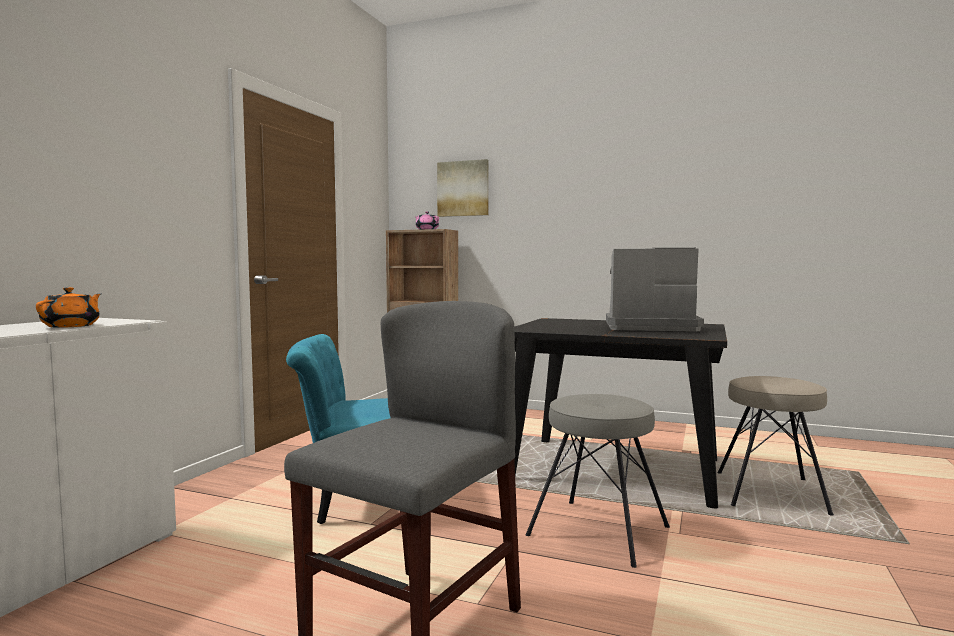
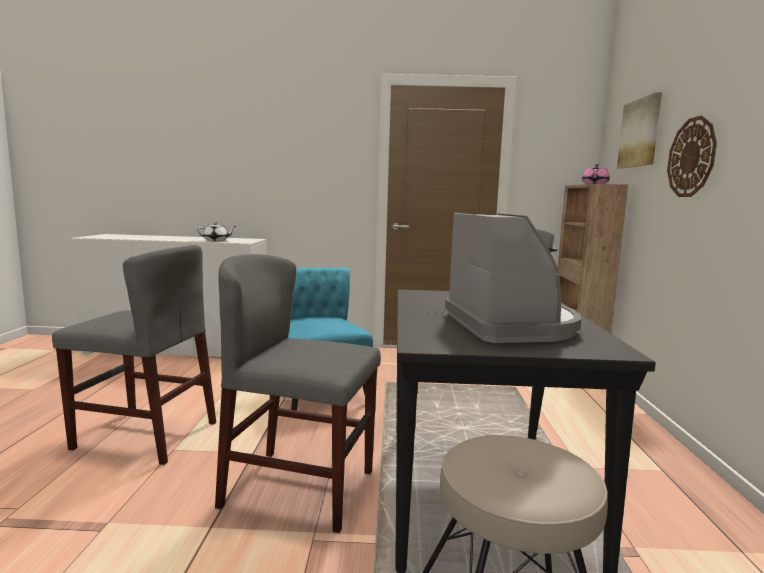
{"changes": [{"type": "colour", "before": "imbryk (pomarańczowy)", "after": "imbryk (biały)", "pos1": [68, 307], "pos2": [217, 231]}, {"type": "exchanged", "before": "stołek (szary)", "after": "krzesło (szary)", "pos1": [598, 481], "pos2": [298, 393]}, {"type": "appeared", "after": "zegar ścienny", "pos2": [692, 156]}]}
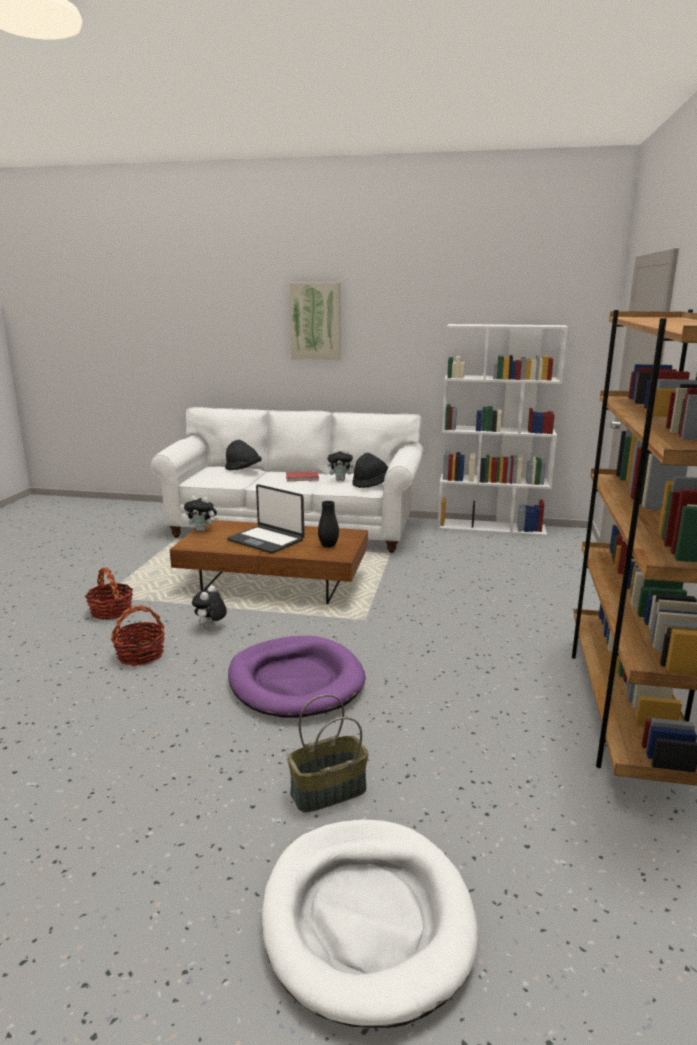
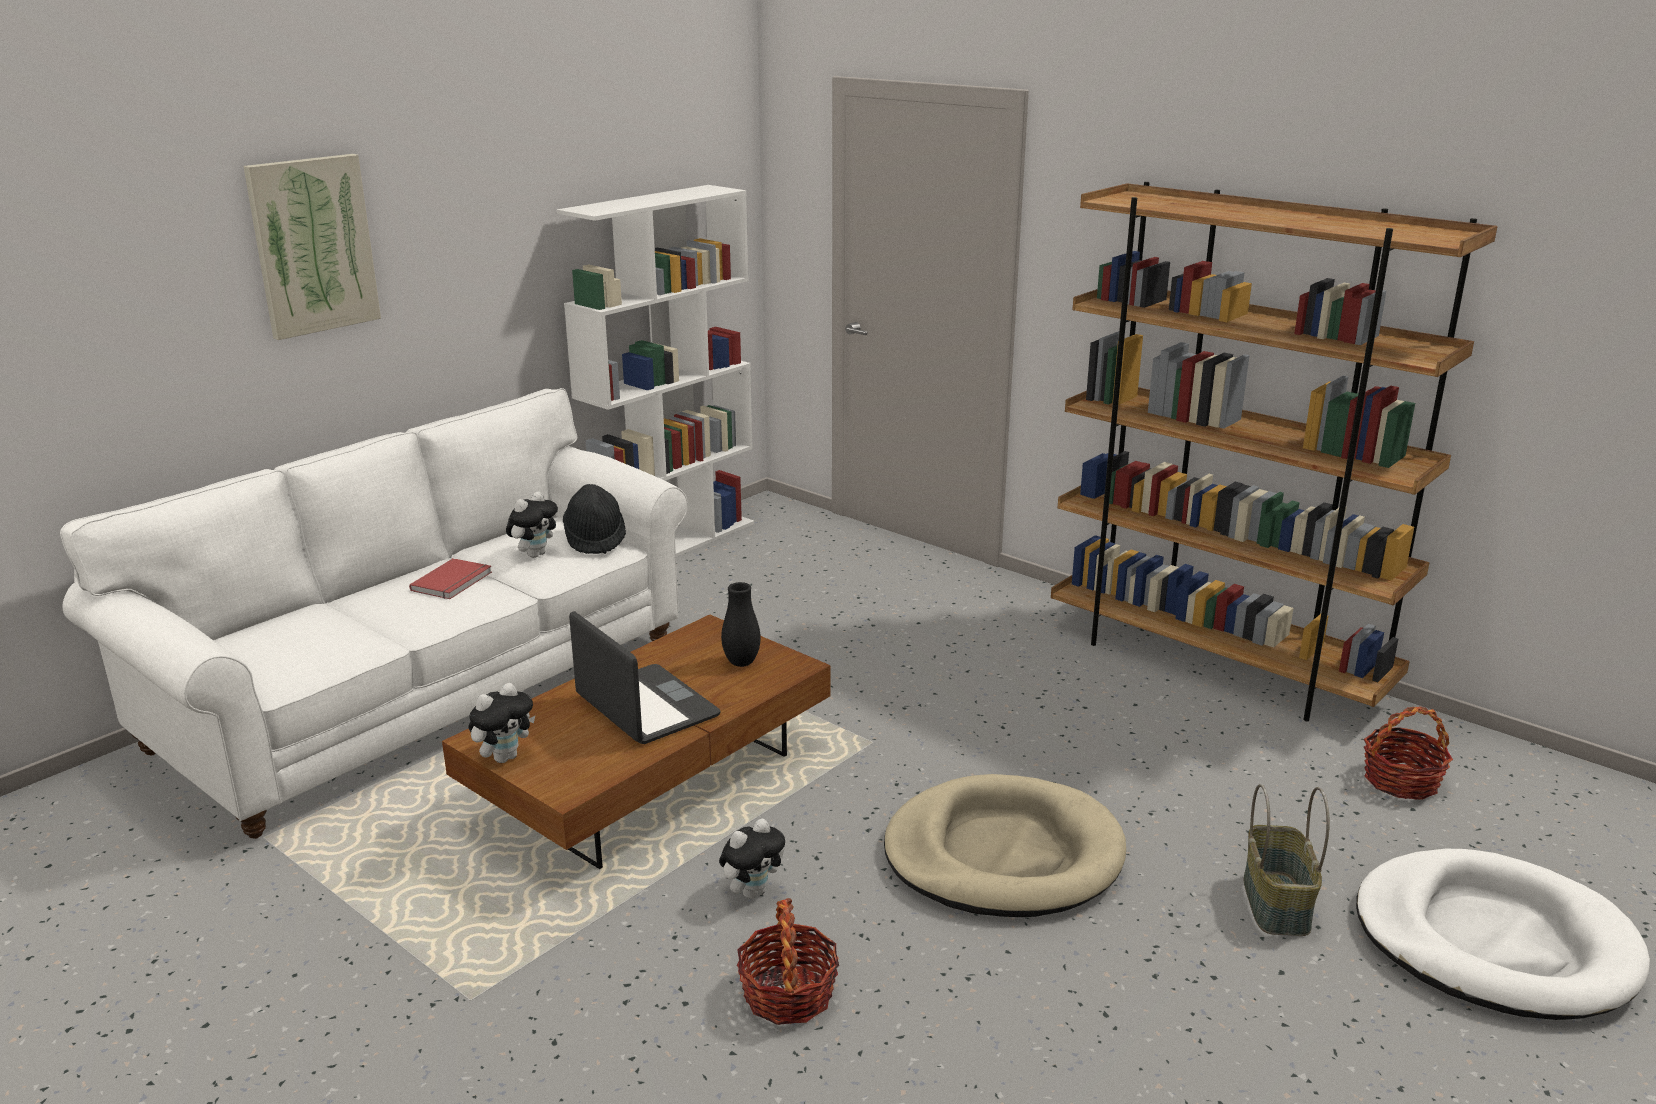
{"changes": [{"type": "missing", "before": "kapelusz (czarny)", "pos1": [243, 455]}, {"type": "spun", "before": "laptop", "pos1": [265, 518], "pos2": [645, 677], "turn": -105}, {"type": "relocated", "before": "koszyk", "pos1": [109, 594], "pos2": [1408, 753]}, {"type": "spun", "before": "pluszak", "pos1": [209, 606], "pos2": [752, 858], "turn": -90}, {"type": "colour", "before": "legowisko (fioletowy)", "after": "legowisko (beżowy)", "pos1": [297, 677], "pos2": [1005, 845]}]}
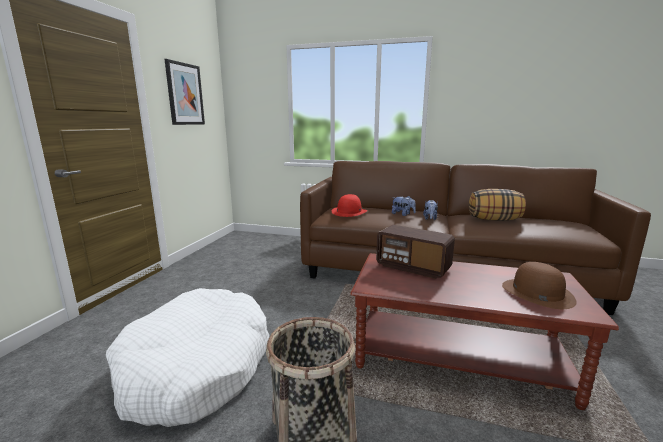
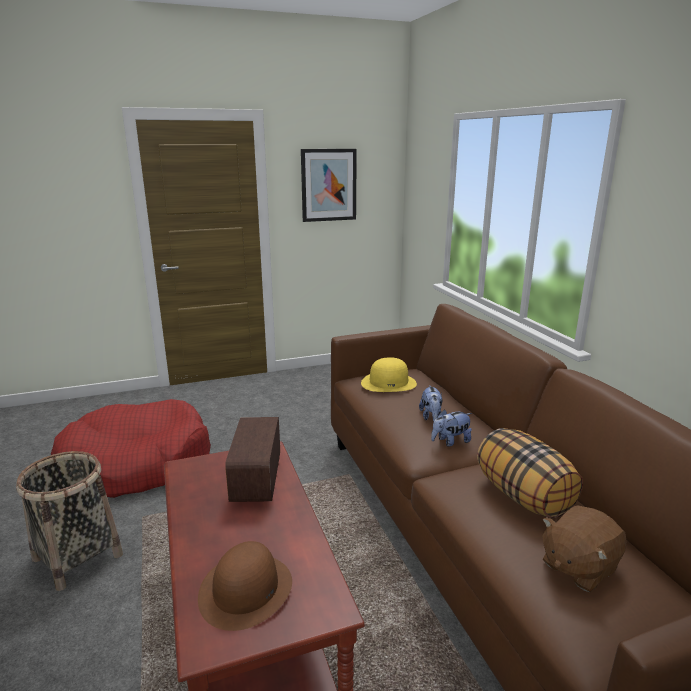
{"changes": [{"type": "colour", "before": "kapelusz (czerwony)", "after": "kapelusz (żółty)", "pos1": [349, 205], "pos2": [389, 374]}, {"type": "colour", "before": "legowisko (biały)", "after": "legowisko (czerwony)", "pos1": [187, 357], "pos2": [131, 448]}, {"type": "appeared", "after": "pluszak (brązowy)", "pos2": [584, 548]}]}
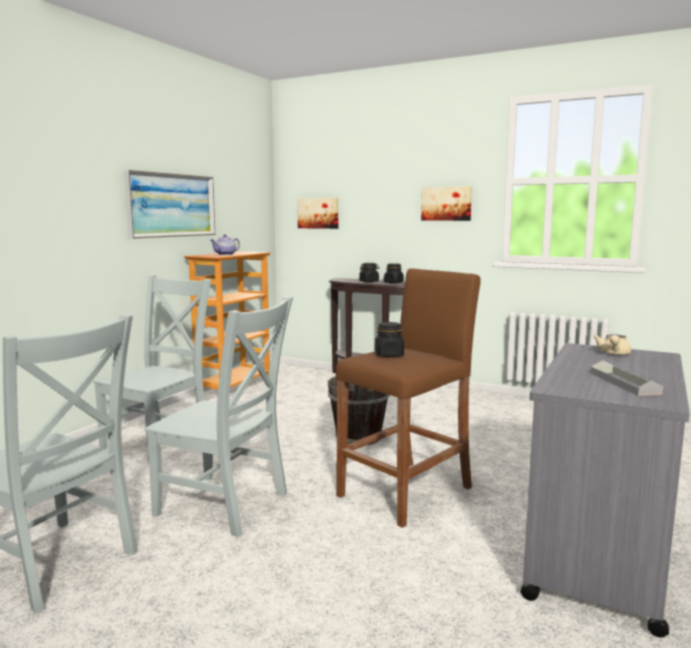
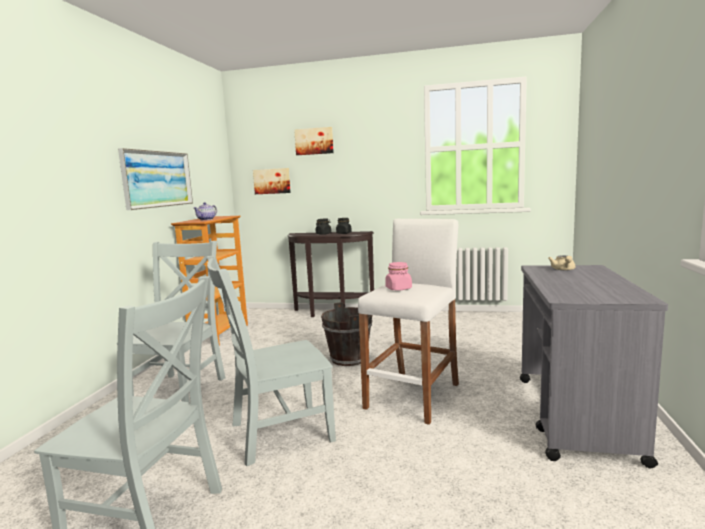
{"changes": [{"type": "relocated", "before": "obraz", "pos1": [446, 203], "pos2": [314, 141]}, {"type": "colour", "before": "stołek (brązowy)", "after": "stołek (biały)", "pos1": [408, 398], "pos2": [408, 322]}, {"type": "spun", "before": "krzesło (szary)", "pos1": [218, 417], "pos2": [271, 361], "turn": 150}, {"type": "colour", "before": "słoik (czarny)", "after": "słoik (różowy)", "pos1": [389, 339], "pos2": [398, 276]}, {"type": "missing", "before": "taca (szary)", "pos1": [627, 378]}]}
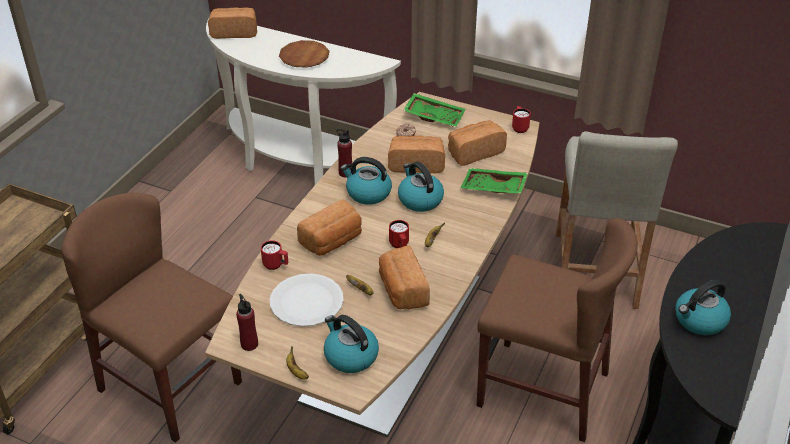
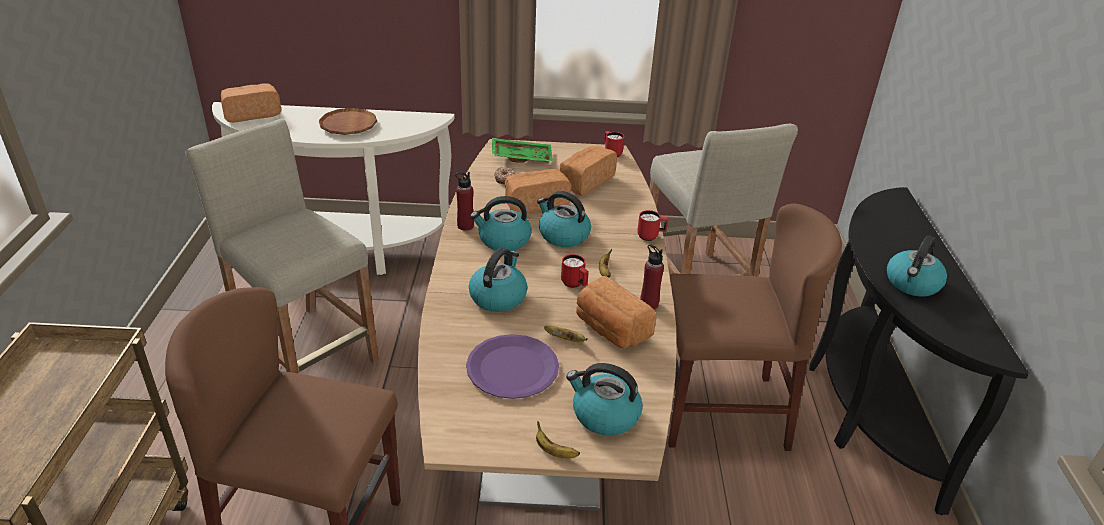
{"changes": [{"type": "missing", "before": "taca (zielony)", "pos1": [494, 181]}, {"type": "exchanged", "before": "chleb", "after": "czajnik", "pos1": [329, 227], "pos2": [498, 280]}, {"type": "relocated", "before": "kubek (czerwony)", "pos1": [274, 255], "pos2": [652, 225]}, {"type": "colour", "before": "talerz (biały)", "after": "talerz (fioletowy)", "pos1": [307, 300], "pos2": [512, 366]}, {"type": "relocated", "before": "butelka (czerwony)", "pos1": [247, 322], "pos2": [652, 277]}, {"type": "appeared", "after": "stołek (beżowy)", "pos2": [282, 246]}]}
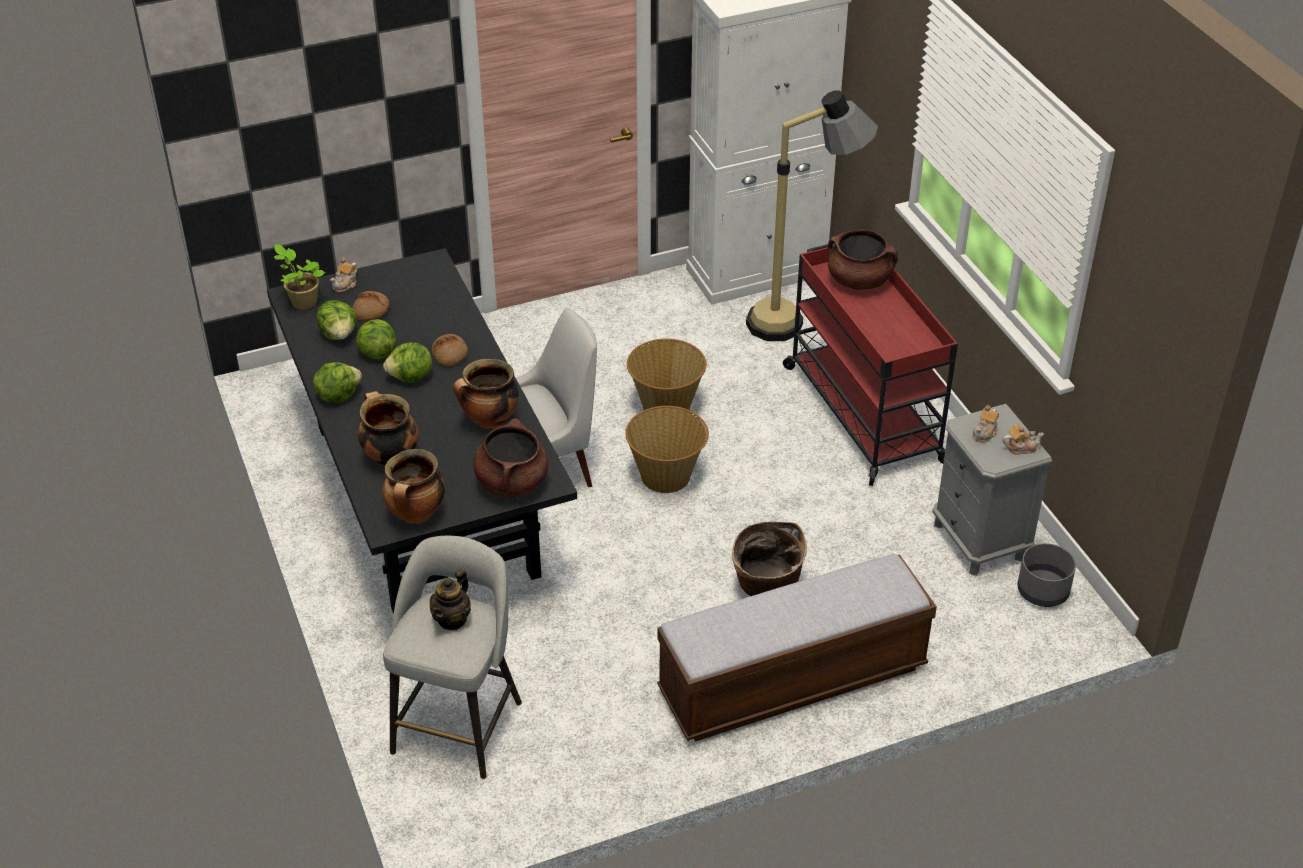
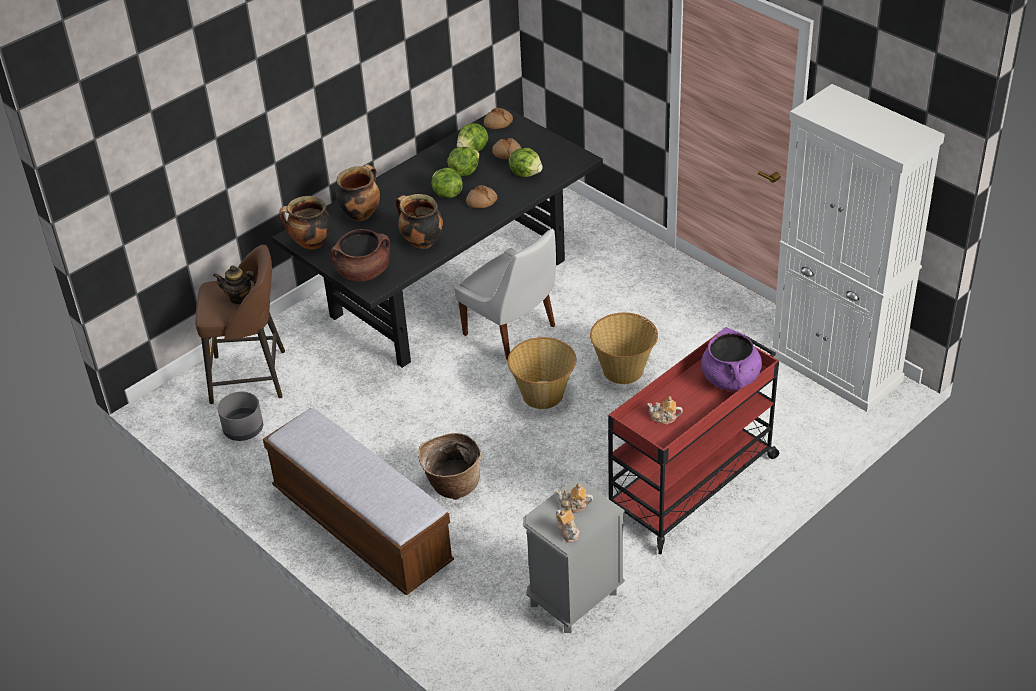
{"changes": [{"type": "missing", "before": "lampa stojąca", "pos1": [812, 215]}, {"type": "colour", "before": "garnek (brązowy)", "after": "garnek (fioletowy)", "pos1": [863, 259], "pos2": [731, 359]}, {"type": "exchanged", "before": "roślina doniczkowa", "after": "chleb", "pos1": [299, 277], "pos2": [498, 118]}, {"type": "relocated", "before": "imbryk", "pos1": [344, 275], "pos2": [665, 410]}, {"type": "relocated", "before": "sałata", "pos1": [337, 382], "pos2": [526, 162]}, {"type": "colour", "before": "stołek (szary)", "after": "stołek (brązowy)", "pos1": [452, 657], "pos2": [240, 324]}, {"type": "relocated", "before": "donica (szary)", "pos1": [1046, 575], "pos2": [240, 416]}]}
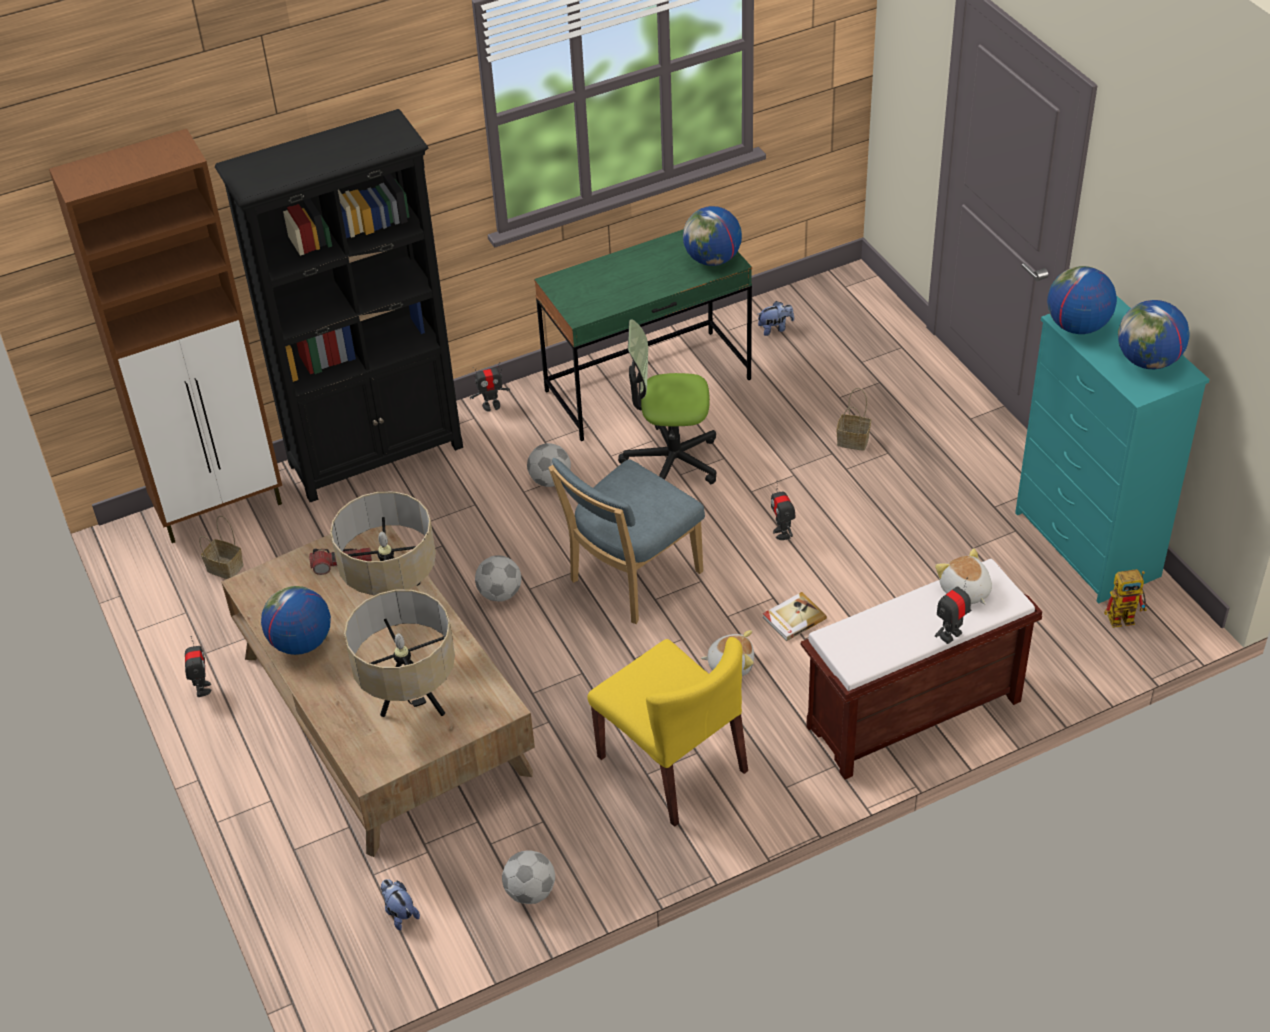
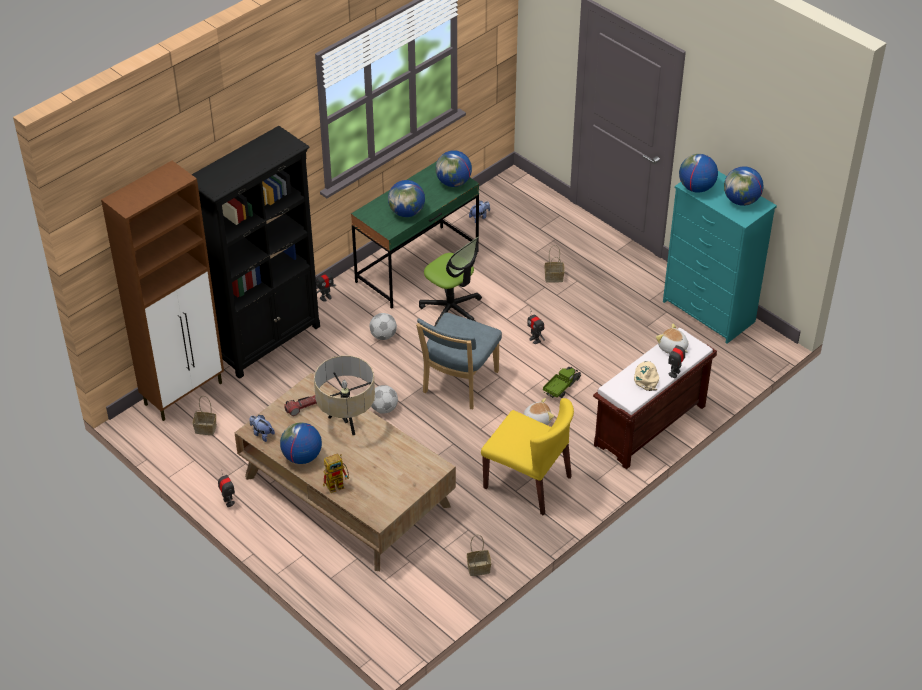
{"changes": [{"type": "spun", "before": "krzesło biurowe", "pos1": [667, 401], "pos2": [450, 281], "turn": -120}, {"type": "relocated", "before": "robot zabawkowy", "pos1": [1125, 598], "pos2": [336, 473]}, {"type": "missing", "before": "lampa stołowa (beżowy)", "pos1": [399, 653]}, {"type": "exchanged", "before": "książka", "after": "ciężarówka zabawkowa", "pos1": [795, 616], "pos2": [562, 382]}, {"type": "exchanged", "before": "piłka futbolowa", "after": "koszyk", "pos1": [528, 877], "pos2": [479, 555]}, {"type": "relocated", "before": "pluszak", "pos1": [400, 904], "pos2": [262, 428]}, {"type": "appeared", "after": "globus", "pos2": [406, 198]}, {"type": "appeared", "after": "czapka z daszkiem (beżowy)", "pos2": [646, 376]}]}
